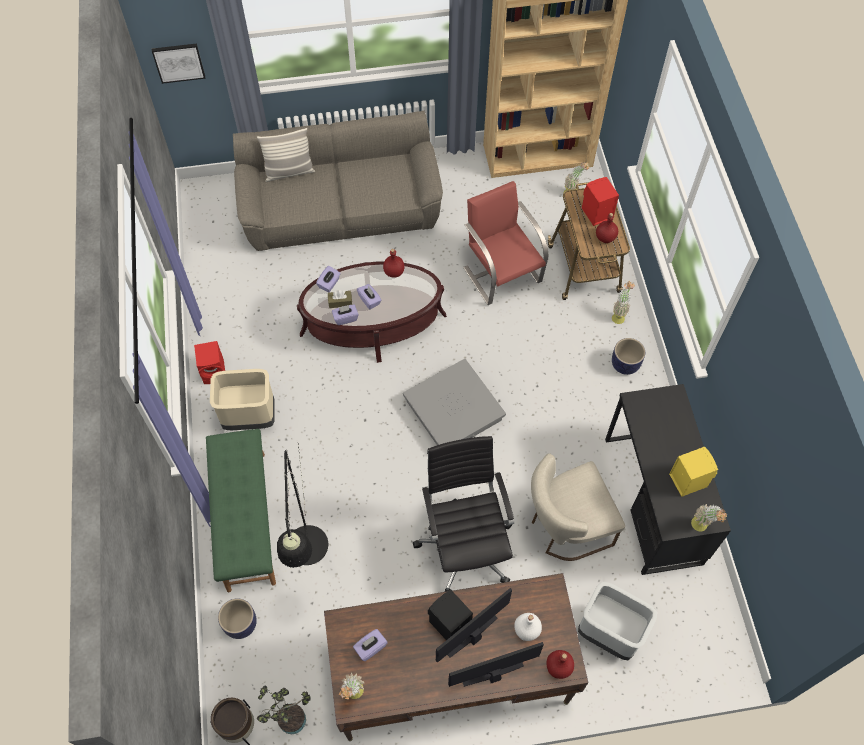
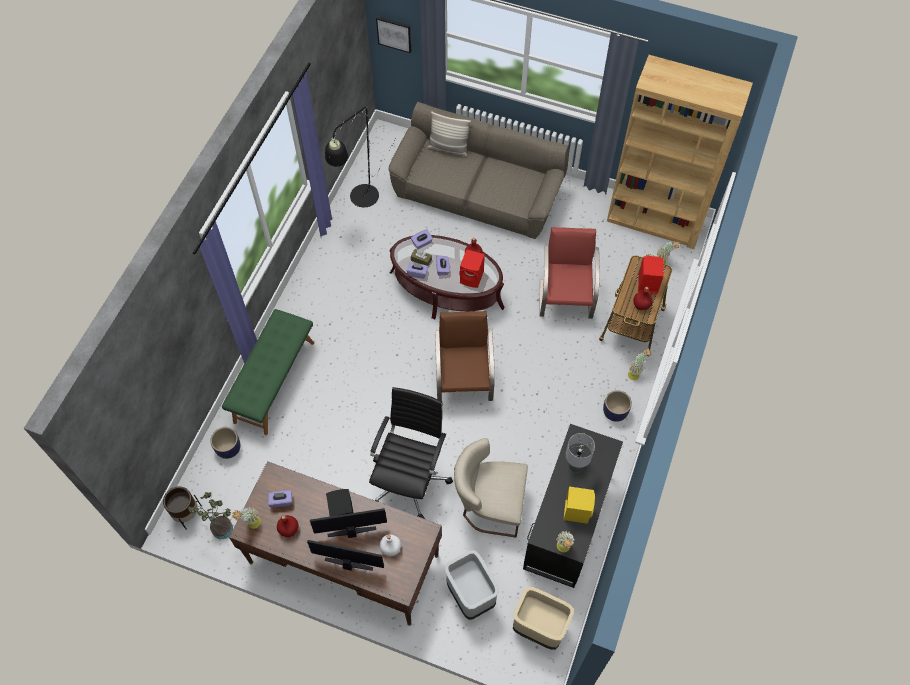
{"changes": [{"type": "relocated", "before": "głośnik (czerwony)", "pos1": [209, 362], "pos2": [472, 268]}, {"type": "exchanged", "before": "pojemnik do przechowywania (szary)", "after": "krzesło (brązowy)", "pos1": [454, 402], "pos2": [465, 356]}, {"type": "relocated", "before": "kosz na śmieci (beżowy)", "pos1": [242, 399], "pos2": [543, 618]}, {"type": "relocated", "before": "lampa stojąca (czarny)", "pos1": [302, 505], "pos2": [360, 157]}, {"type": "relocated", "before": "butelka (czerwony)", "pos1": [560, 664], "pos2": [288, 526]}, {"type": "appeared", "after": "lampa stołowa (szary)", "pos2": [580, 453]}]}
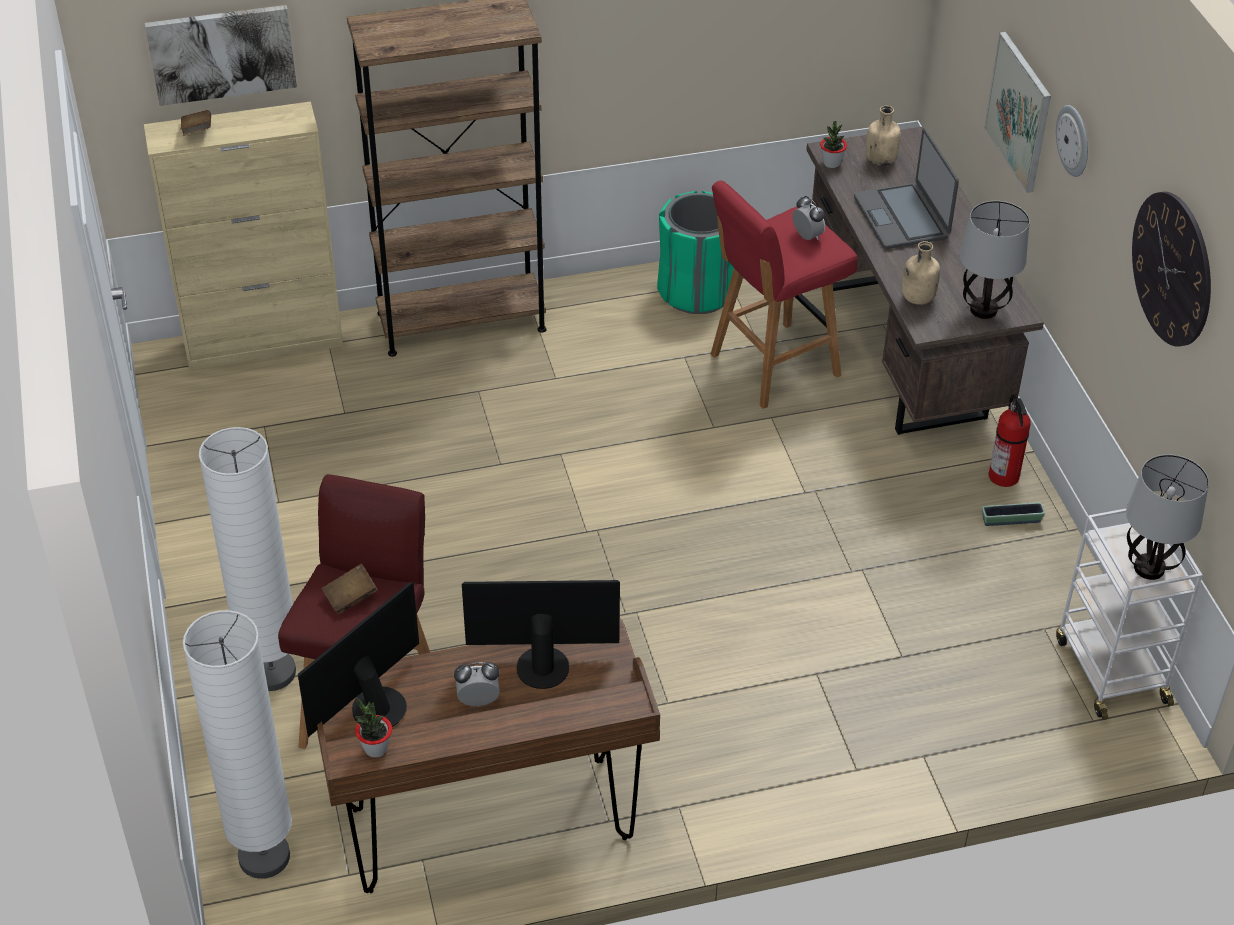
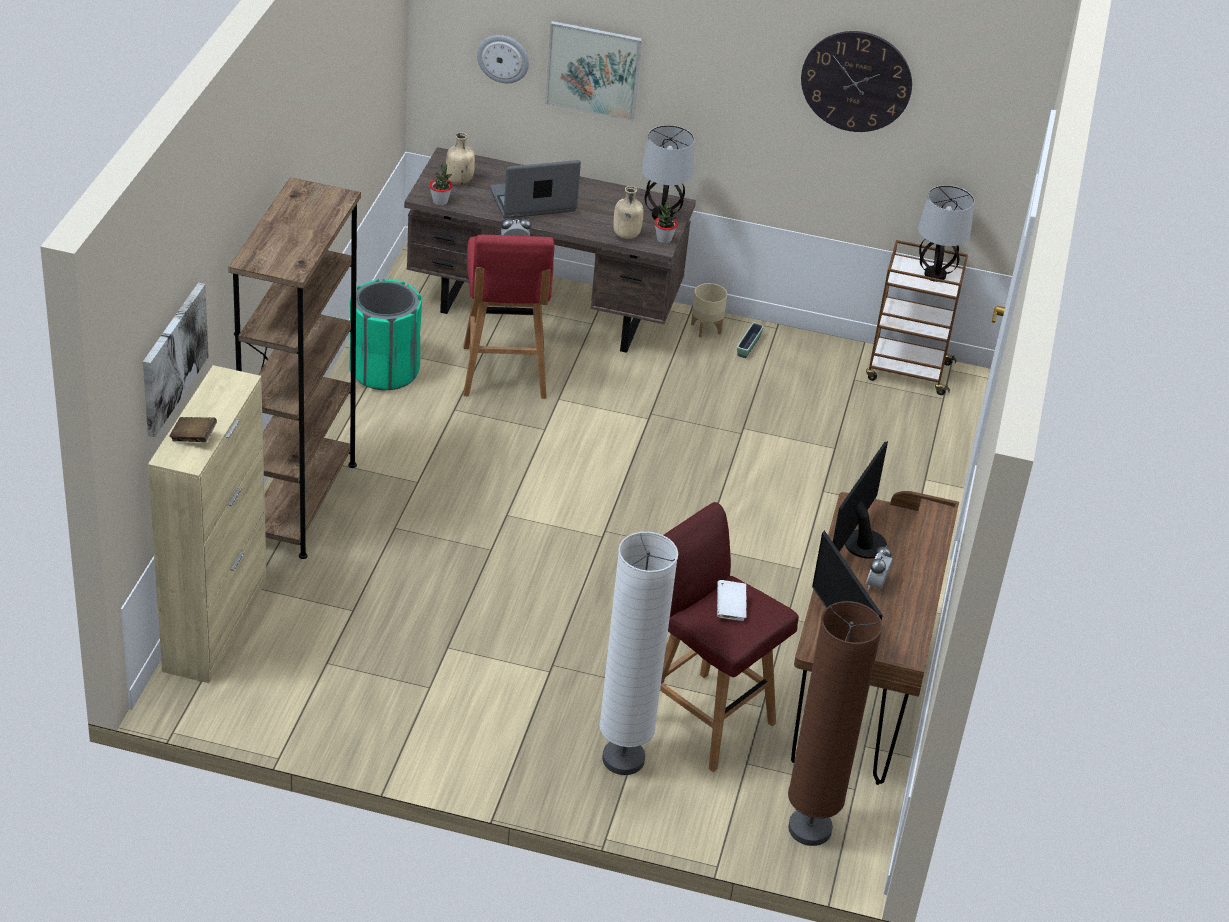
{"changes": [{"type": "relocated", "before": "zegar ścienny", "pos1": [1072, 141], "pos2": [503, 59]}, {"type": "spun", "before": "laptop", "pos1": [906, 188], "pos2": [535, 189], "turn": 150}, {"type": "exchanged", "before": "gaśnica", "after": "donica (beżowy)", "pos1": [1010, 440], "pos2": [709, 310]}, {"type": "colour", "before": "wózek (biały)", "after": "wózek (brązowy)", "pos1": [1129, 614], "pos2": [917, 317]}, {"type": "colour", "before": "książka (brązowy)", "after": "książka (biały)", "pos1": [350, 589], "pos2": [732, 600]}, {"type": "colour", "before": "lampa stojąca (biały)", "after": "lampa stojąca (brązowy)", "pos1": [237, 744], "pos2": [835, 723]}, {"type": "relocated", "before": "roślina doniczkowa", "pos1": [373, 727], "pos2": [666, 223]}]}
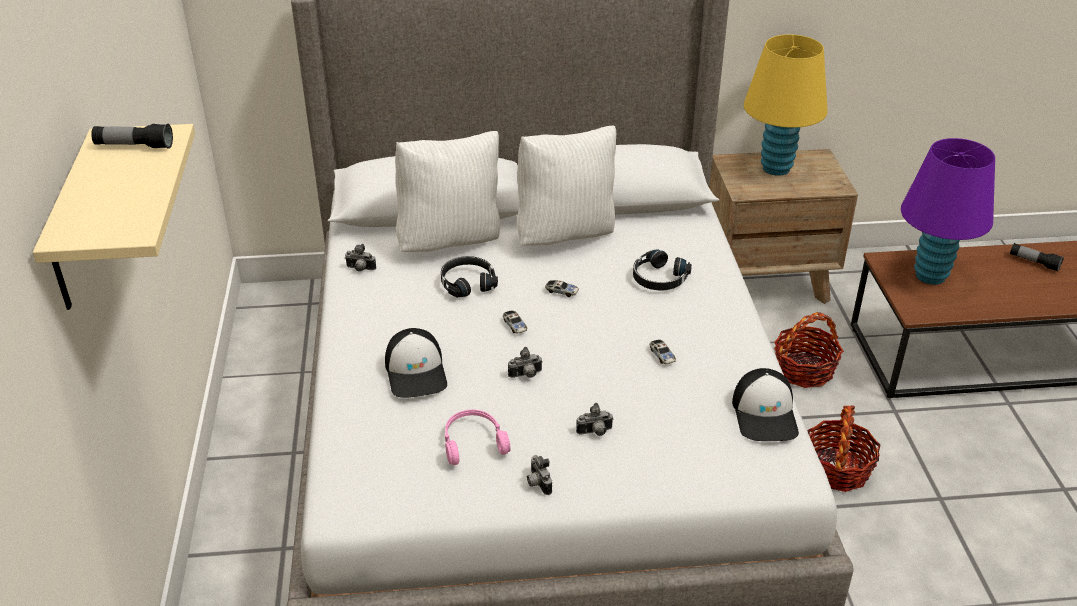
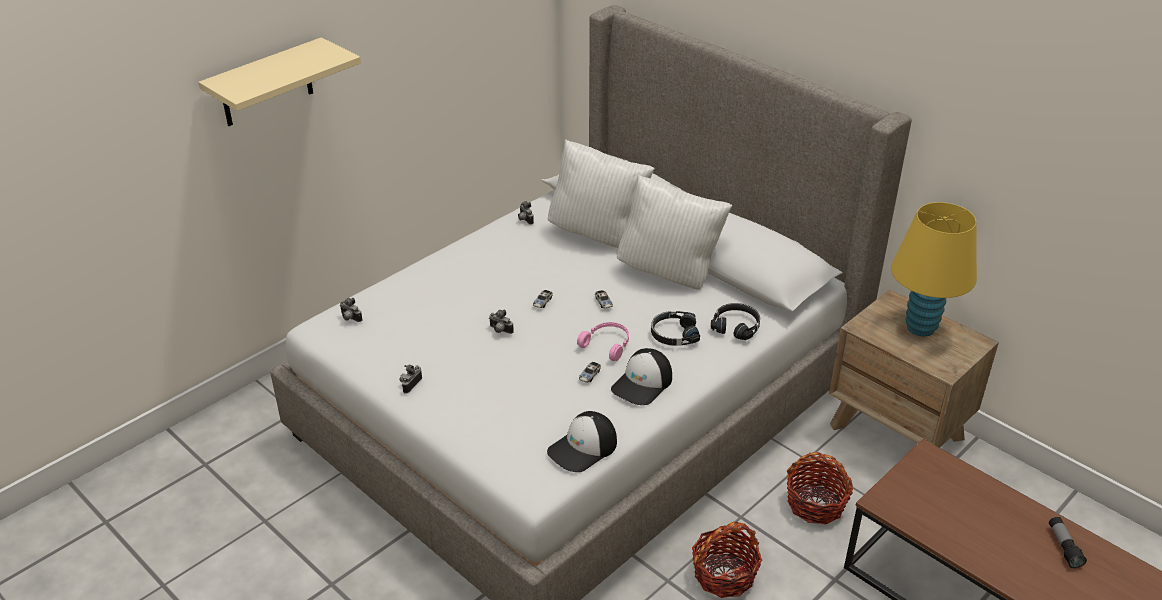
{"changes": [{"type": "missing", "before": "latarka", "pos1": [132, 136]}, {"type": "missing", "before": "lampa stołowa (fioletowy)", "pos1": [948, 211]}, {"type": "relocated", "before": "słuchawki (czarny)", "pos1": [469, 277], "pos2": [735, 321]}, {"type": "relocated", "before": "czapka z daszkiem", "pos1": [416, 363], "pos2": [641, 376]}, {"type": "relocated", "before": "aparat fotograficzny", "pos1": [595, 419], "pos2": [351, 310]}, {"type": "relocated", "before": "słuchawki (różowy)", "pos1": [477, 437], "pos2": [603, 341]}]}
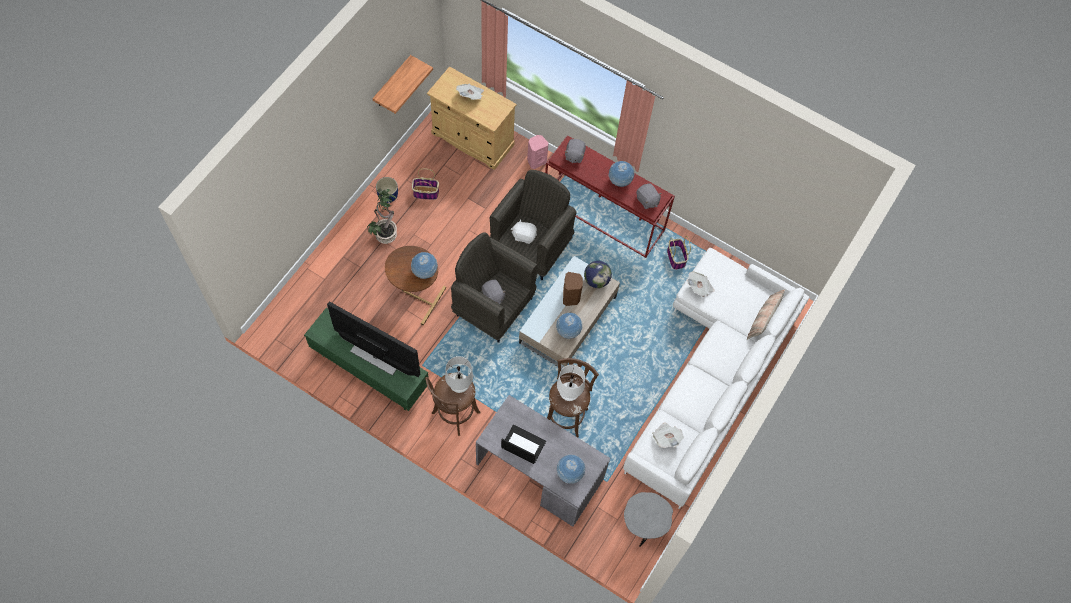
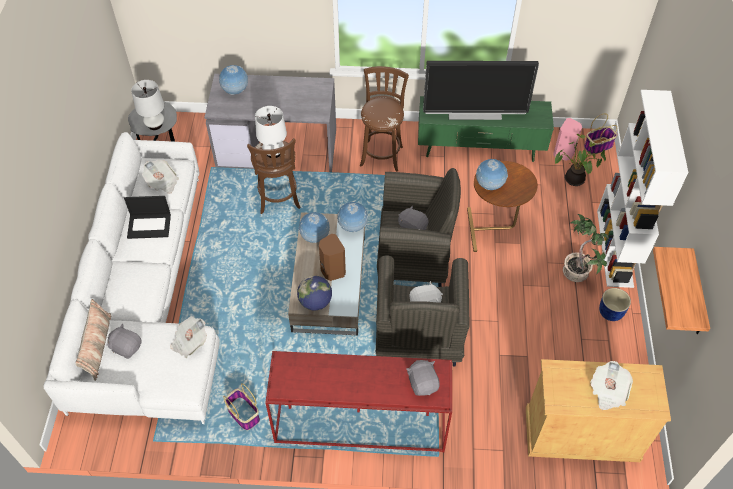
{"changes": [{"type": "relocated", "before": "głośnik (różowy)", "pos1": [537, 152], "pos2": [567, 139]}, {"type": "relocated", "before": "globus", "pos1": [622, 174], "pos2": [352, 217]}, {"type": "relocated", "before": "koszyk", "pos1": [425, 184], "pos2": [601, 134]}, {"type": "relocated", "before": "pluszak (szary)", "pos1": [649, 196], "pos2": [124, 341]}, {"type": "relocated", "before": "lampa stołowa (biały)", "pos1": [459, 374], "pos2": [147, 105]}, {"type": "relocated", "before": "laptop", "pos1": [523, 444], "pos2": [147, 217]}, {"type": "appeared", "after": "regał (biały)", "pos2": [642, 189]}, {"type": "appeared", "after": "roślina doniczkowa", "pos2": [580, 160]}]}
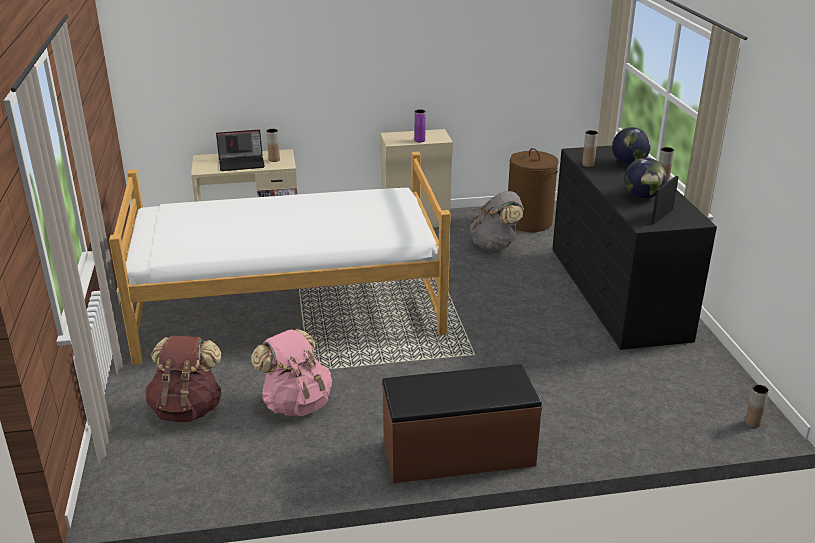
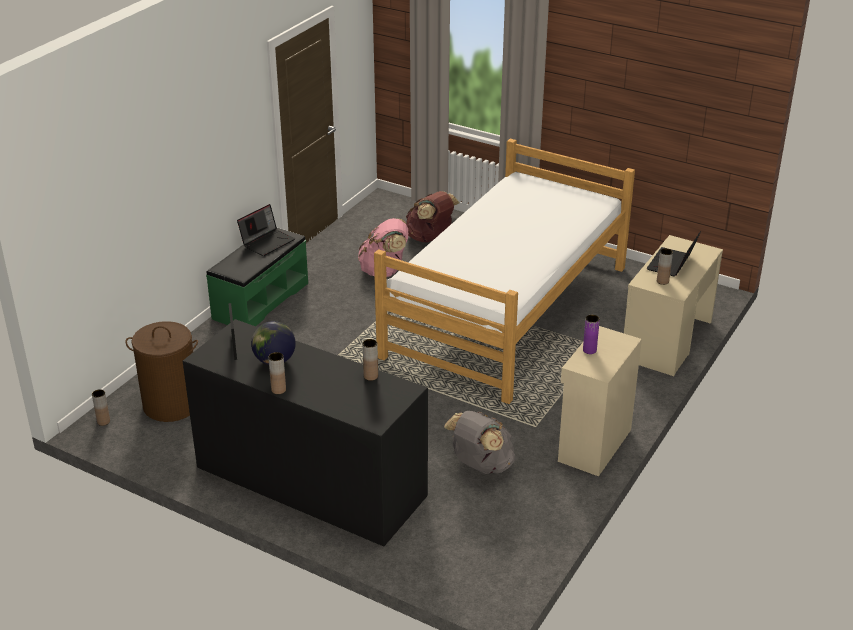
{"changes": [{"type": "missing", "before": "globus", "pos1": [631, 146]}, {"type": "relocated", "before": "kosz na pranie (brązowy)", "pos1": [533, 190], "pos2": [162, 371]}, {"type": "colour", "before": "ławka (brązowy)", "after": "ławka (zielony)", "pos1": [462, 423], "pos2": [257, 277]}, {"type": "appeared", "after": "laptop", "pos2": [266, 230]}]}
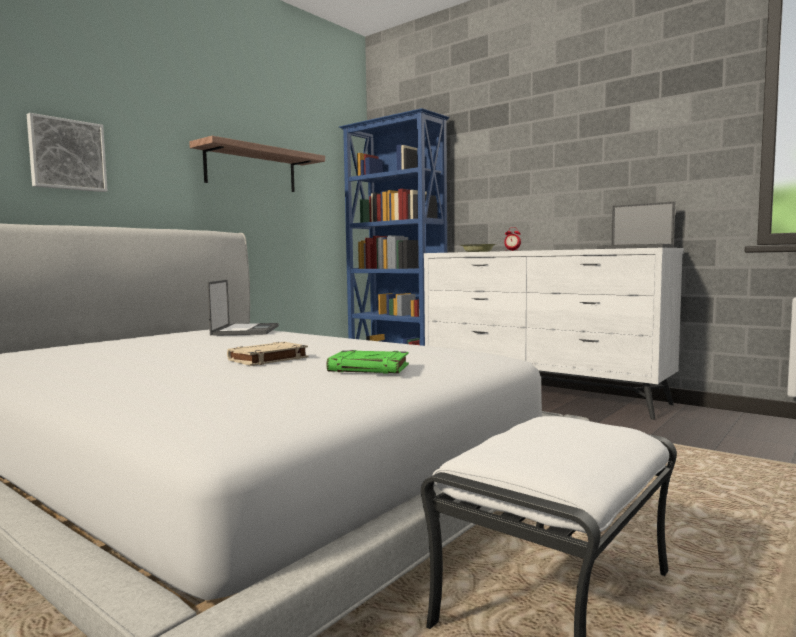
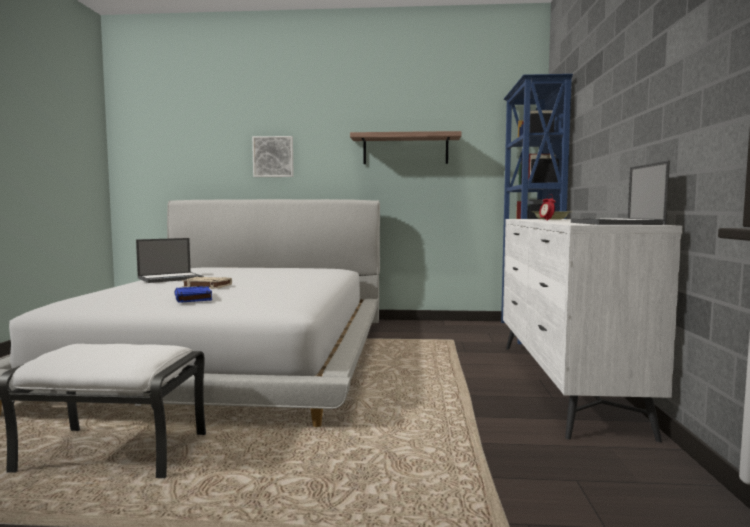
{"changes": [{"type": "relocated", "before": "laptop", "pos1": [243, 308], "pos2": [170, 260]}, {"type": "colour", "before": "książka (zielony)", "after": "książka (niebieski)", "pos1": [368, 362], "pos2": [193, 294]}]}
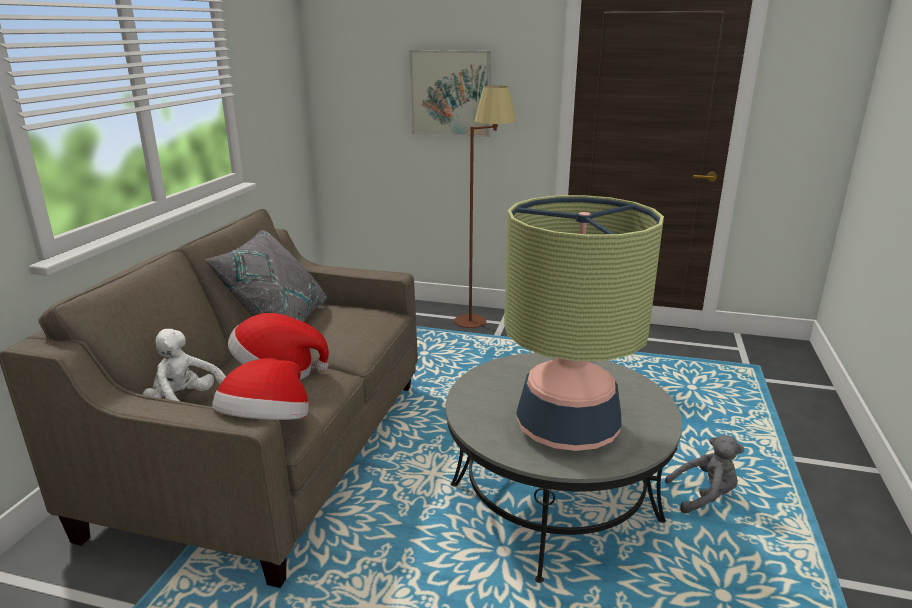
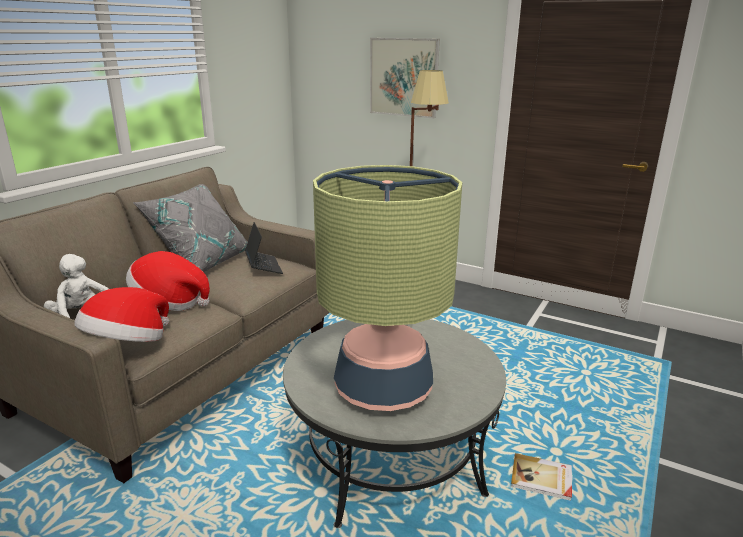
{"changes": [{"type": "exchanged", "before": "pluszak (szary)", "after": "książka", "pos1": [704, 474], "pos2": [541, 477]}, {"type": "appeared", "after": "laptop", "pos2": [264, 248]}]}
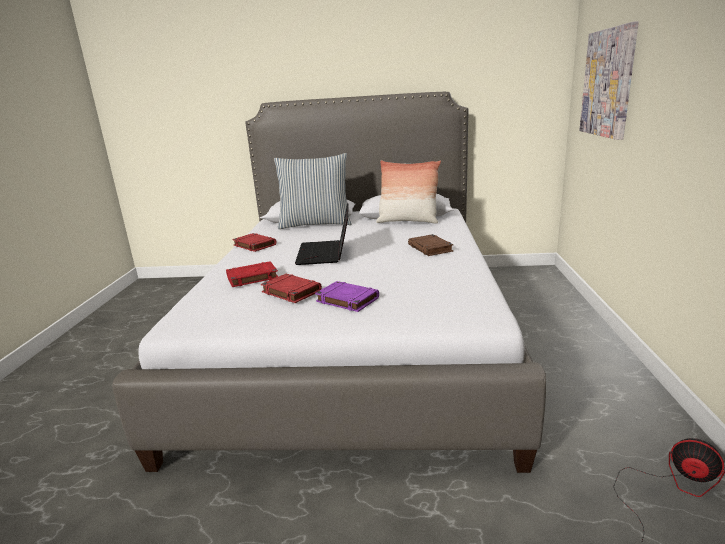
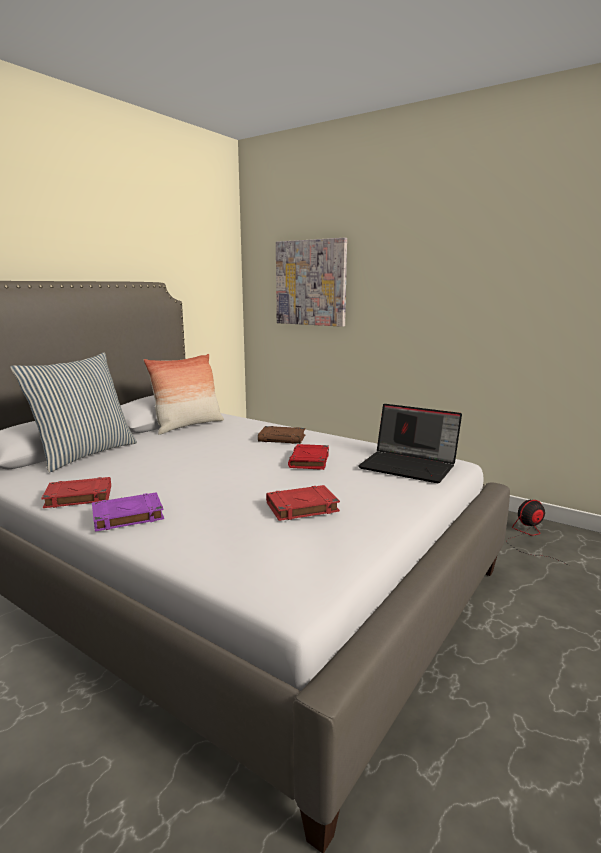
{"changes": [{"type": "relocated", "before": "laptop", "pos1": [322, 234], "pos2": [410, 443]}, {"type": "relocated", "before": "książka (czerwony)", "pos1": [252, 274], "pos2": [308, 457]}, {"type": "relocated", "before": "książka (fioletowy)", "pos1": [347, 296], "pos2": [128, 512]}]}
